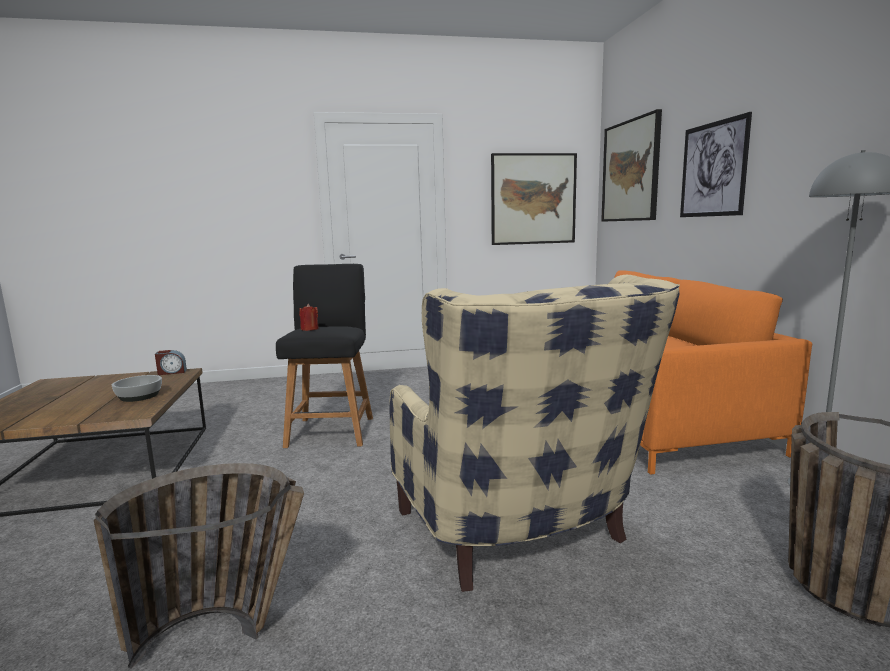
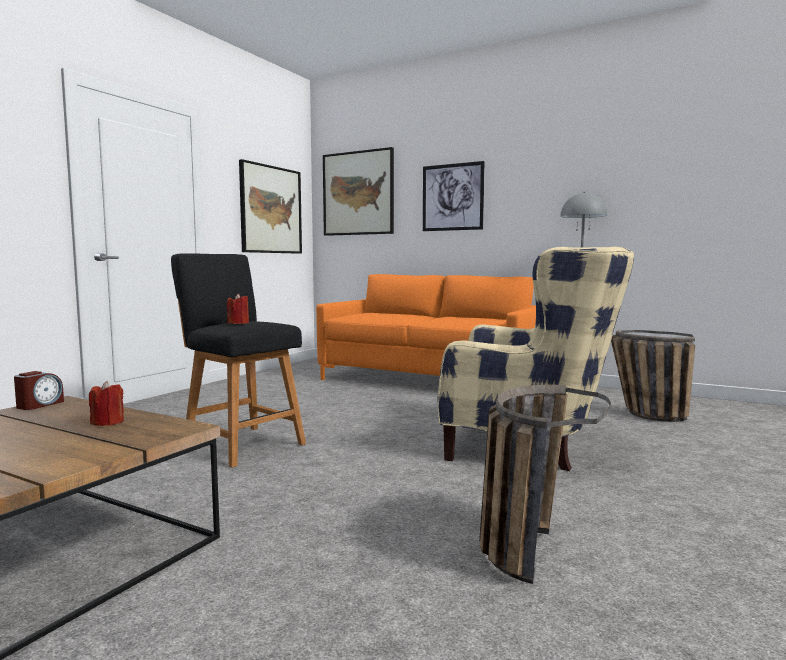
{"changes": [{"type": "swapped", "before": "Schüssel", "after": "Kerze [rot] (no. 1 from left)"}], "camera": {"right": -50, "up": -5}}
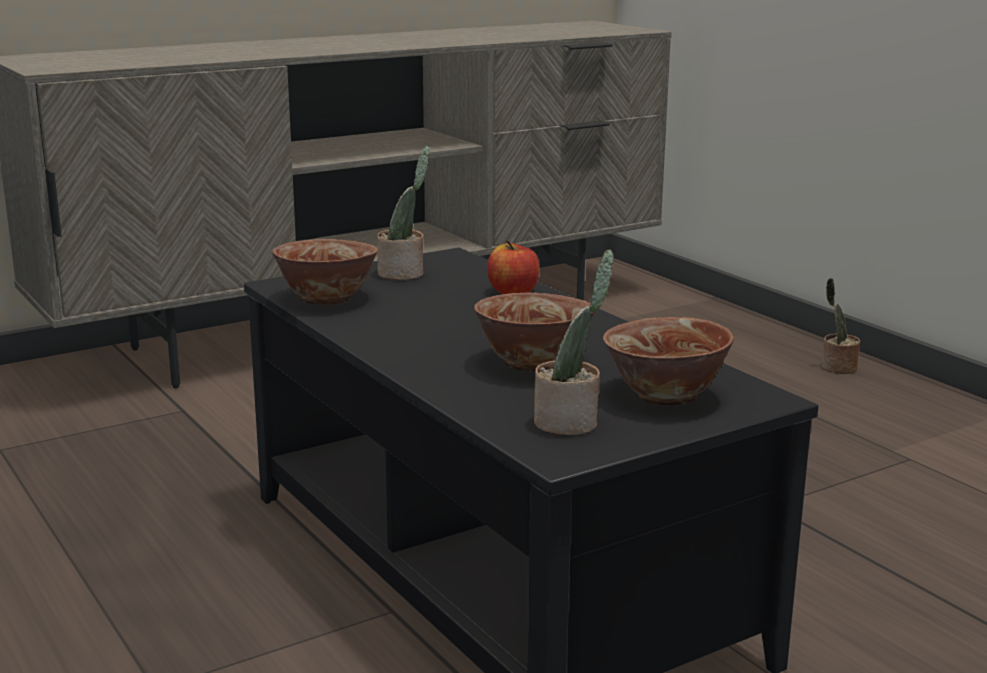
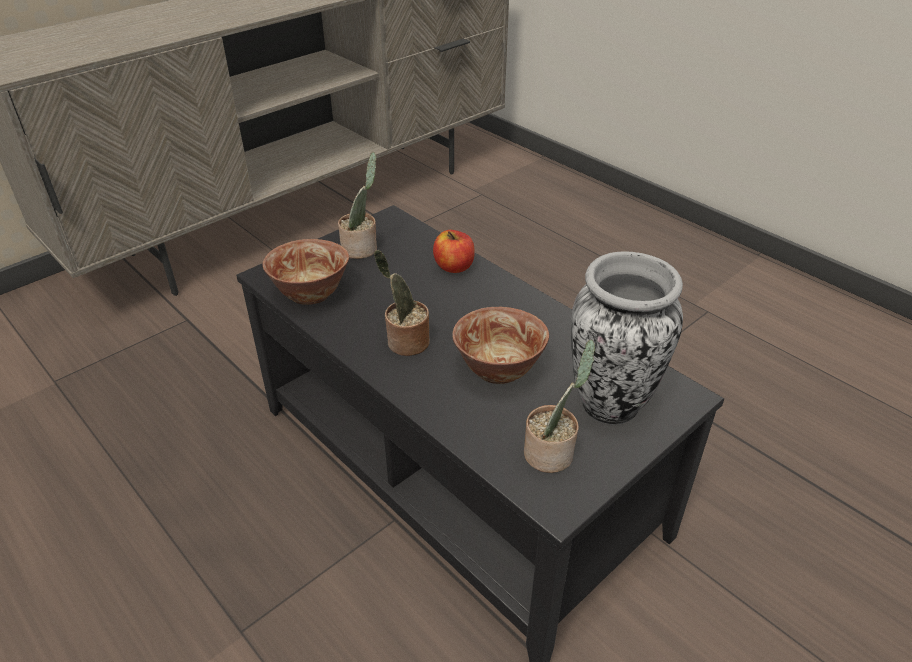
{"changes": [{"type": "shifted", "before": "Topfpflanze (no. 3 from left in the first image)", "after": "Topfpflanze (no. 2 from left)"}, {"type": "swapped", "before": "Schüssel (no. 3 from left)", "after": "Vase"}], "camera": {"right": -10, "up": 20}}
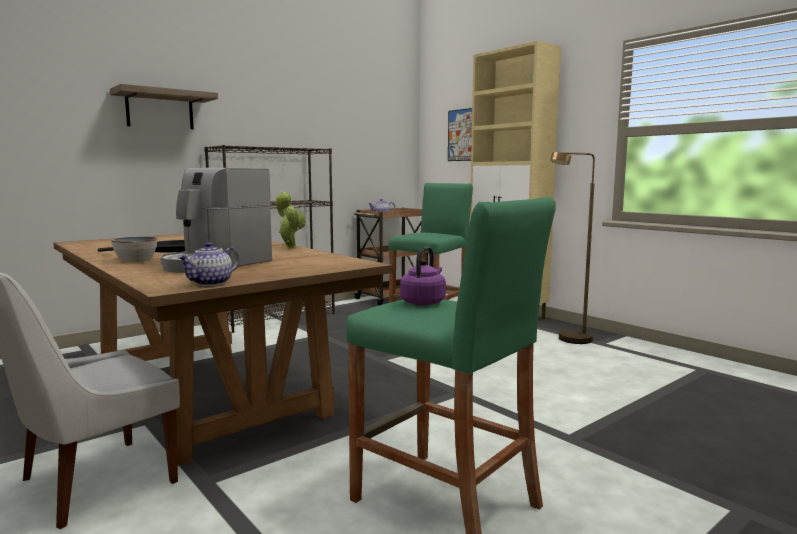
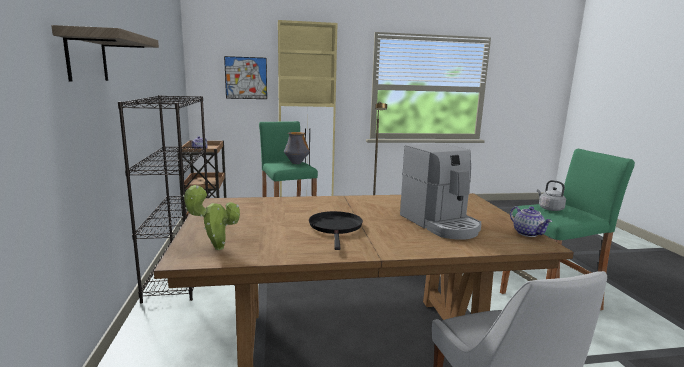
{"changes": [{"type": "gone", "before": "Schüssel"}, {"type": "new", "after": "Vase"}, {"type": "shifted", "before": "Topfpflanze"}, {"type": "repainted", "before": "Wasserkessel [lila]", "after": "Wasserkessel [grau]"}], "camera": {"right": -60, "up": 5}}
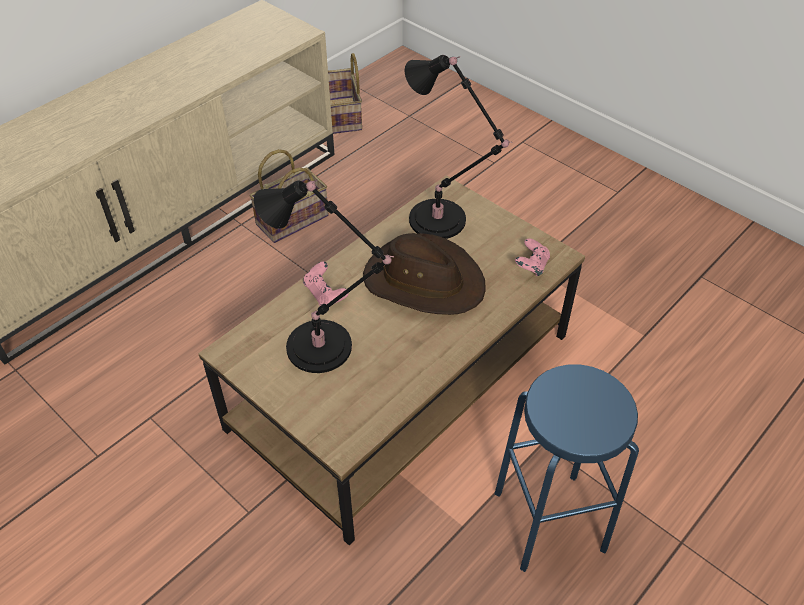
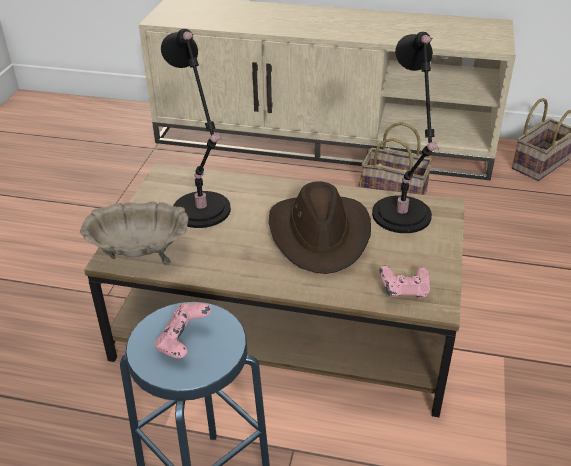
{"changes": [{"type": "new", "after": "Schüssel [beige]"}, {"type": "shifted", "before": "Gamepad [rosa] (no. 1 from left)"}], "camera": {"right": 60, "up": -10}}
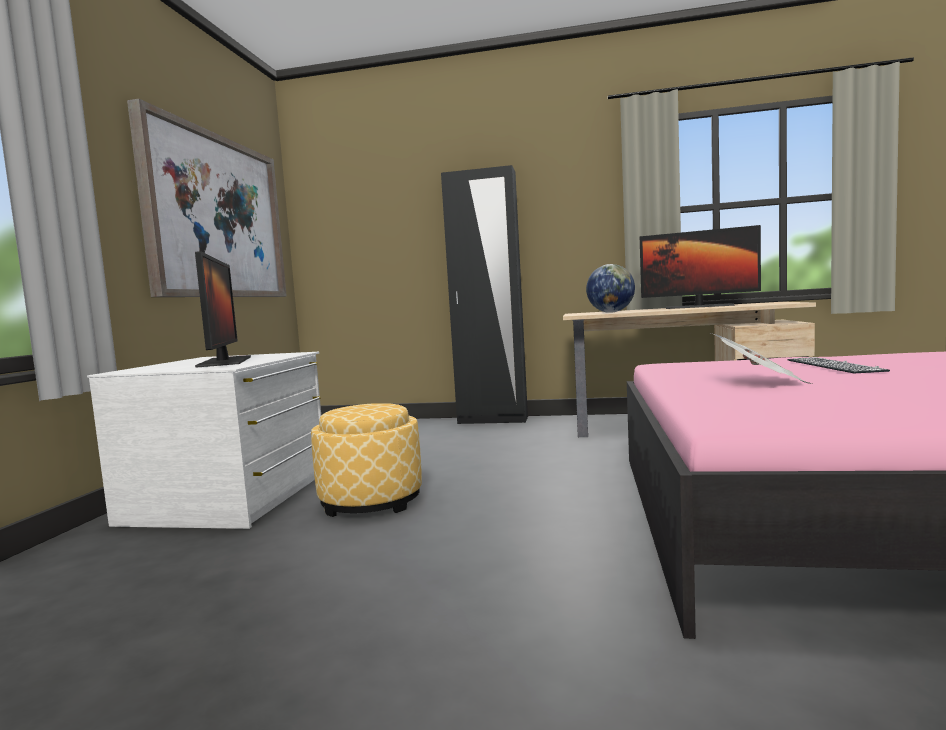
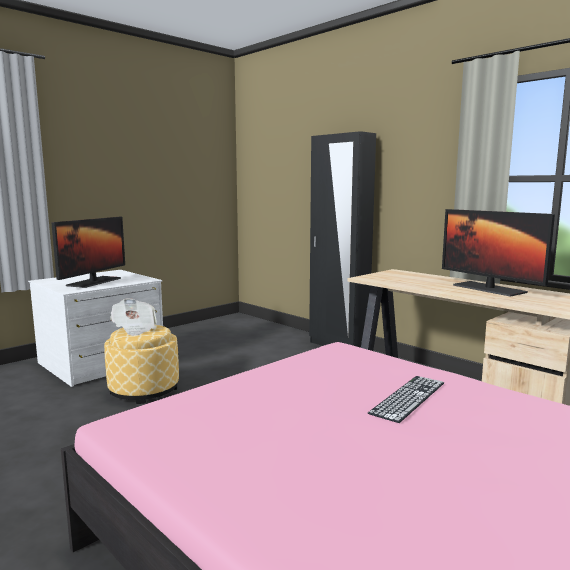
{"changes": [{"type": "gone", "before": "Bild"}, {"type": "gone", "before": "Globus"}, {"type": "shifted", "before": "Zeitung"}], "camera": {"right": 35, "up": 5}}
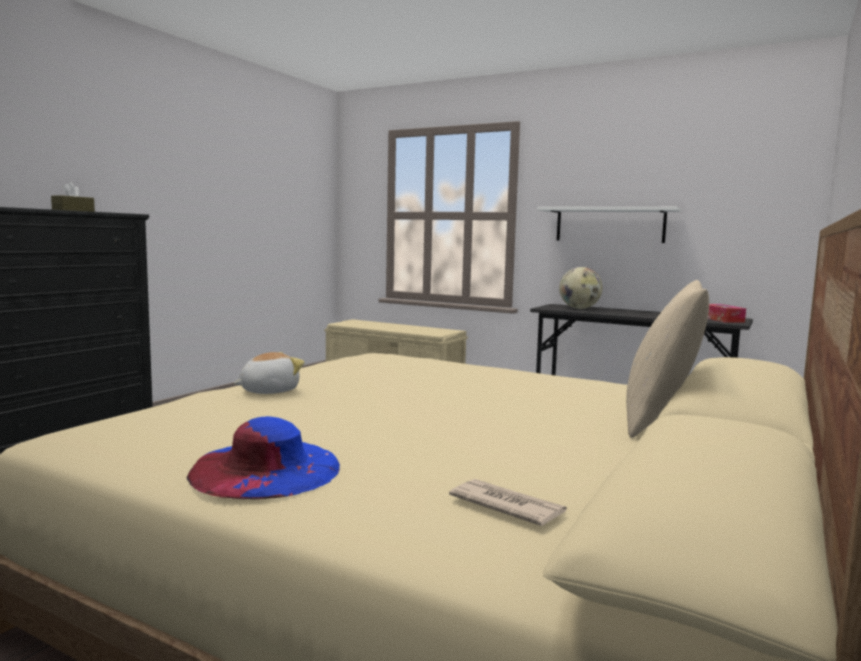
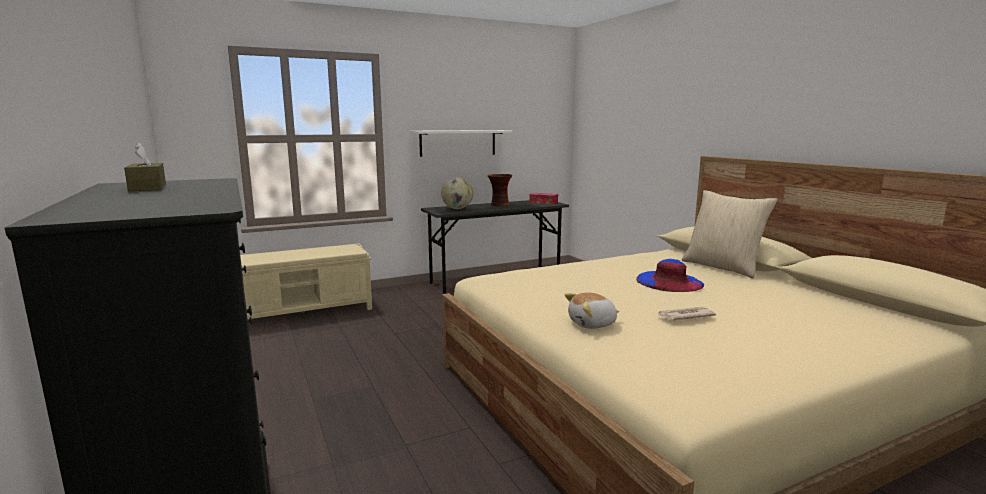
{"changes": [{"type": "new", "after": "Vase"}, {"type": "shifted", "before": "Hut [blau]"}, {"type": "shifted", "before": "Zeitung"}, {"type": "rotated", "before": "Plüschtier", "turn": -105}], "camera": {"right": -55, "up": 5}}
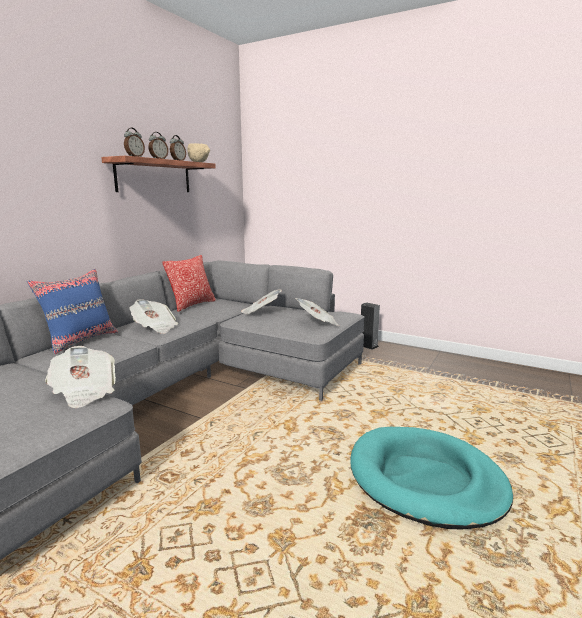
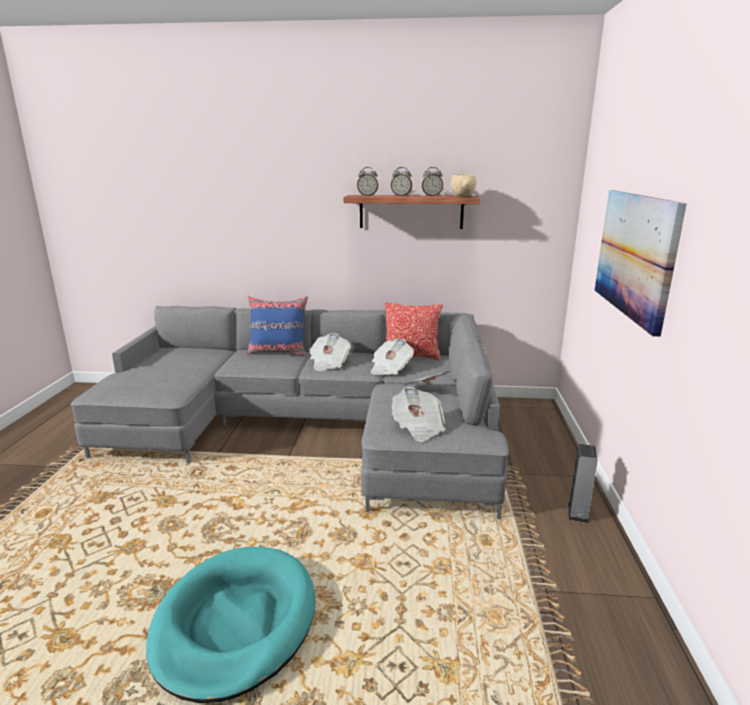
{"changes": [{"type": "new", "after": "Bild"}, {"type": "shifted", "before": "Zeitung (no. 1 from left in the first image)", "after": "Zeitung (no. 2 from left)"}], "camera": {"right": 65, "up": 5}}
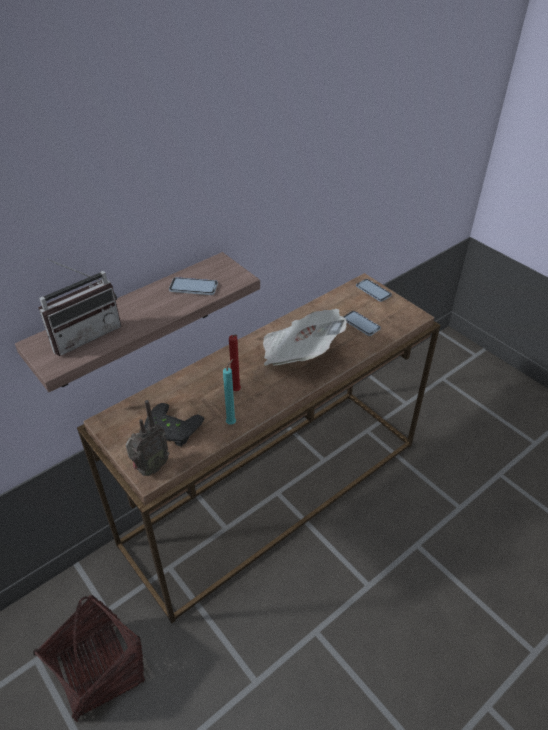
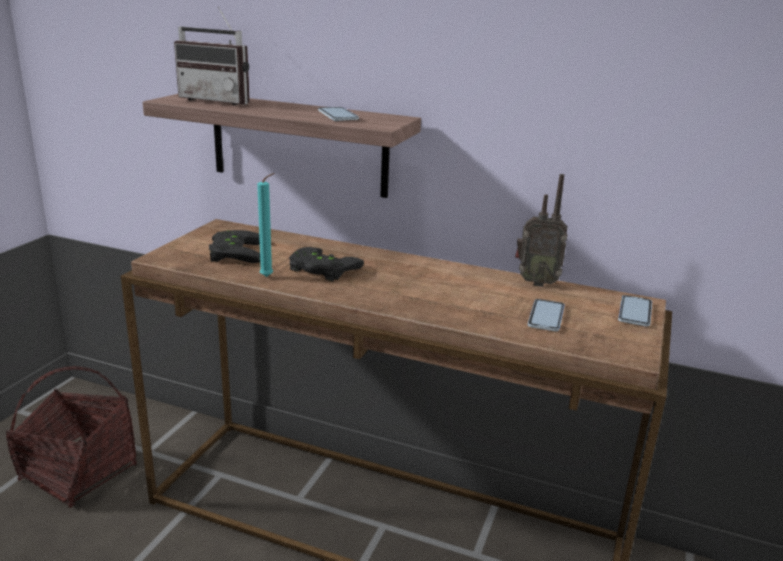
{"changes": [{"type": "gone", "before": "Zeitung"}, {"type": "shifted", "before": "Radio (no. 2 from left)"}, {"type": "swapped", "before": "Kerze [rot]", "after": "Gamepad [schwarz] (no. 2 from left)"}], "camera": {"right": 60, "up": -20}}
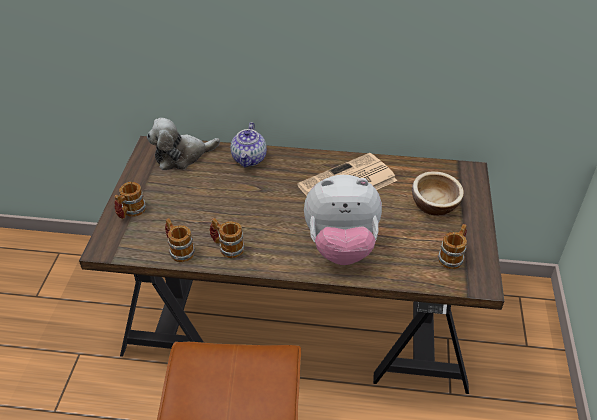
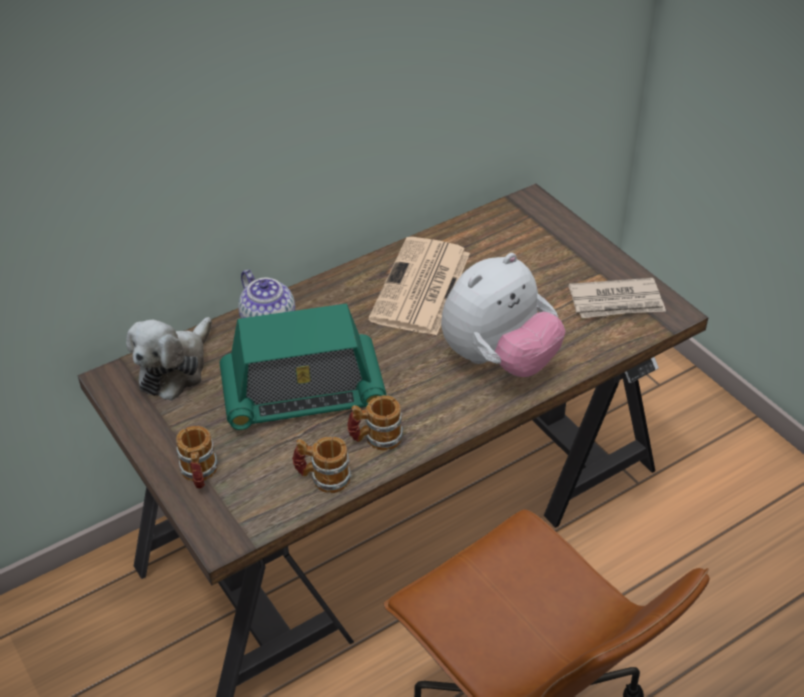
{"changes": [{"type": "gone", "before": "Schüssel"}, {"type": "new", "after": "Radio"}, {"type": "swapped", "before": "Henkelbecher (no. 4 from left)", "after": "Zeitung (no. 2 from left)"}], "camera": {"right": -40, "up": 0}}
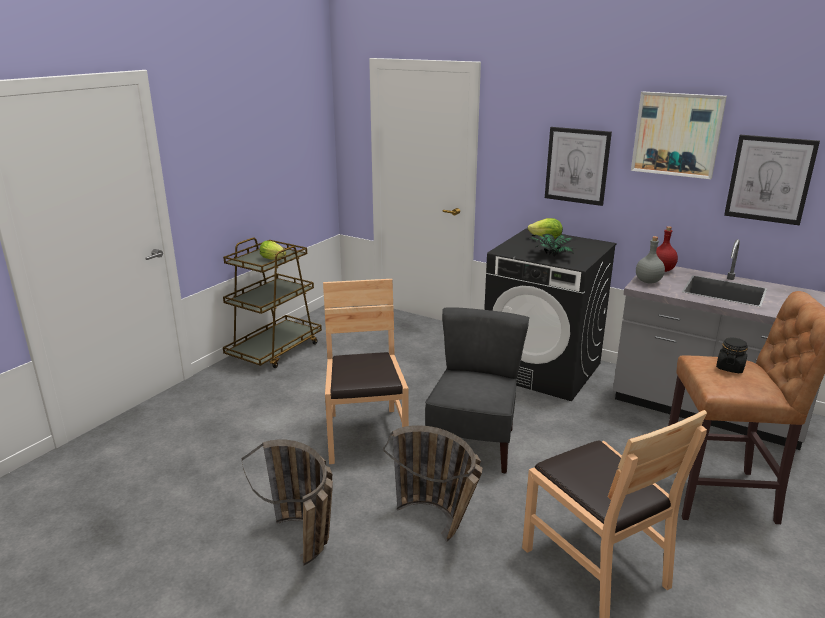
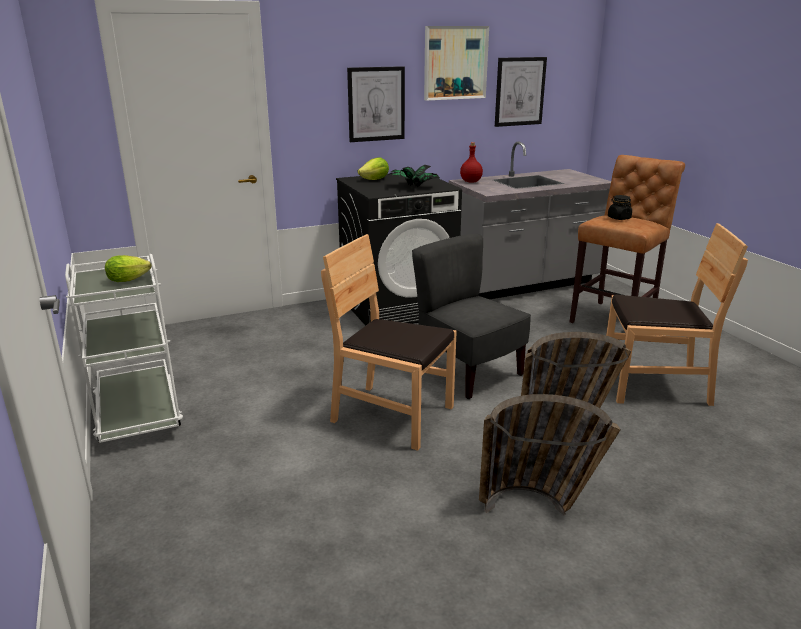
{"changes": [{"type": "gone", "before": "Flasche [grau]"}, {"type": "repainted", "before": "Rollwagen [braun]", "after": "Rollwagen [weiß]"}], "camera": {"right": -55, "up": 0}}
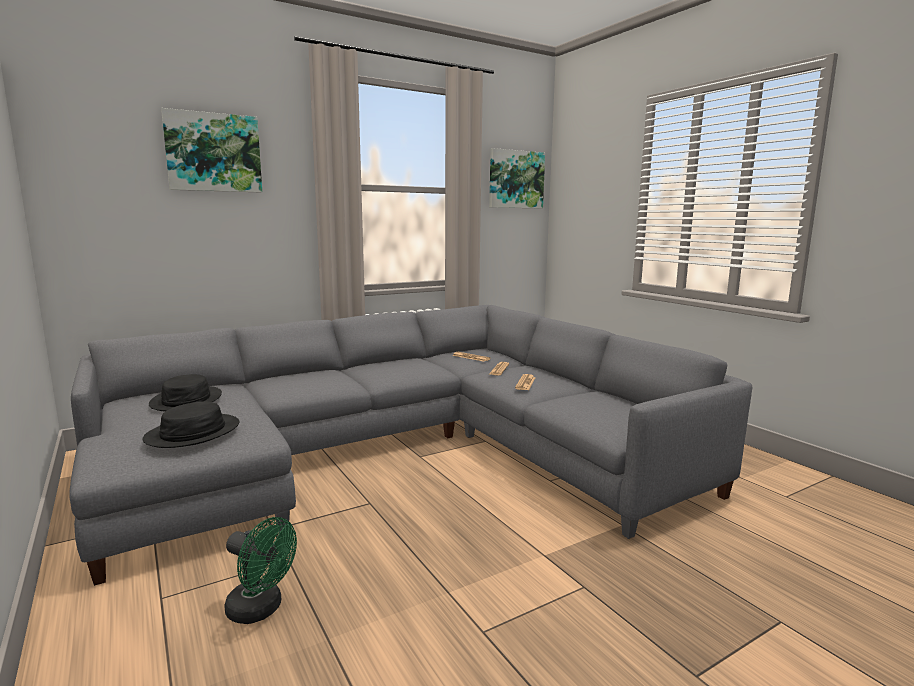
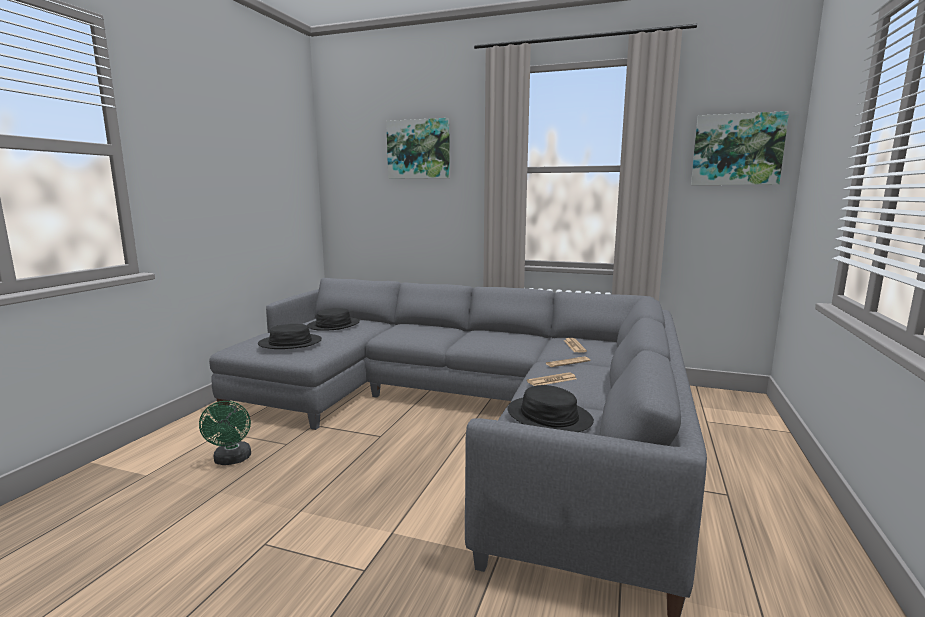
{"changes": [{"type": "new", "after": "Hut [schwarz] (no. 3 from left)"}], "camera": {"right": 50, "up": 0}}
